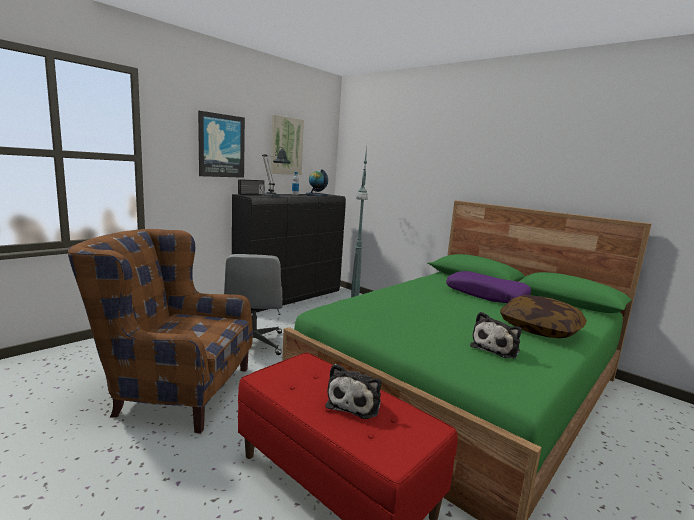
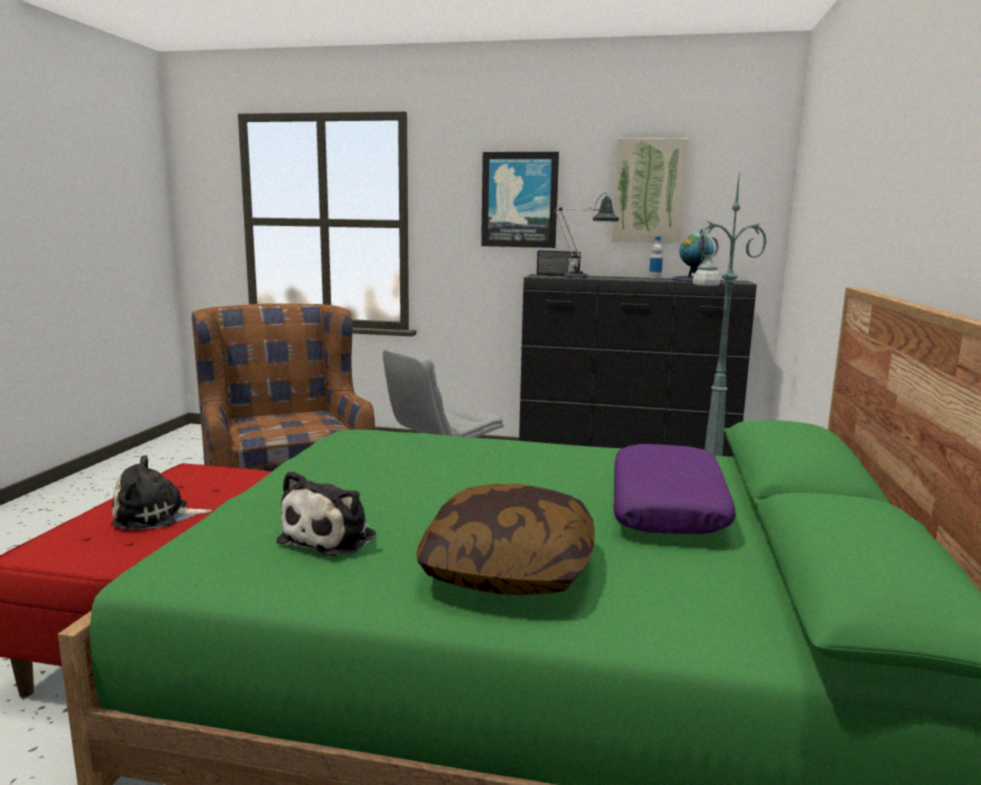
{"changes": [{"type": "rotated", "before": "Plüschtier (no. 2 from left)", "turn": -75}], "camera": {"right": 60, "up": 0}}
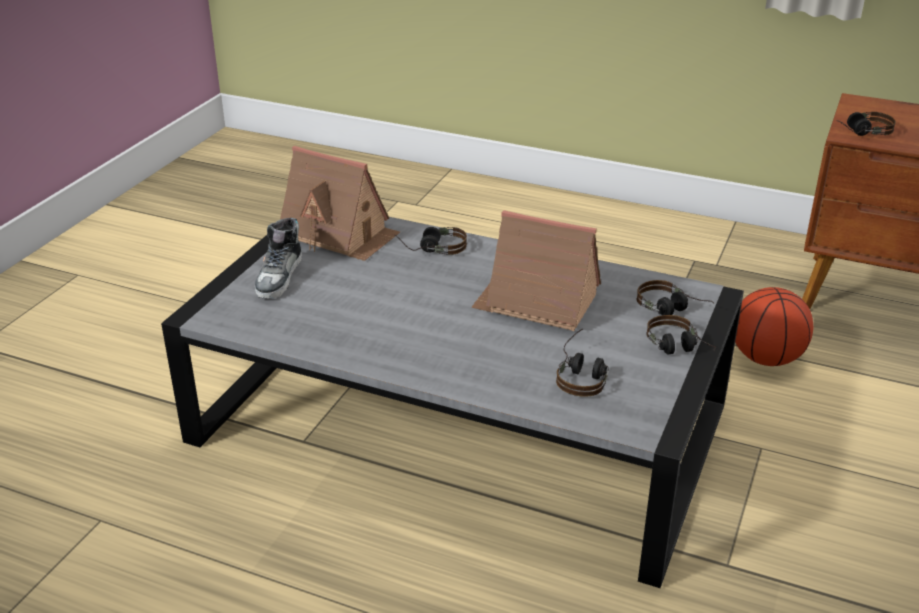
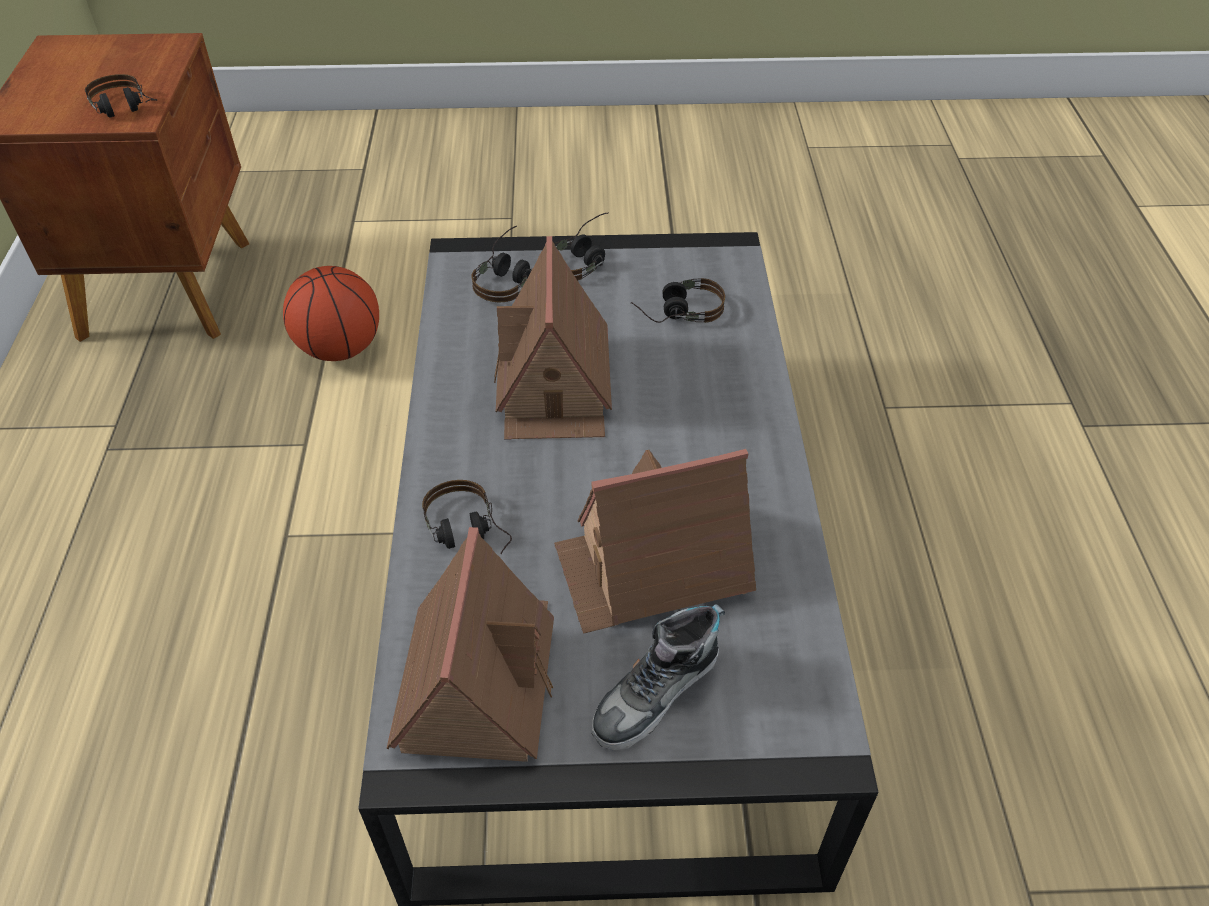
{"changes": [{"type": "new", "after": "Spielzeughaus (no. 3 from left)"}, {"type": "rotated", "before": "Schuh", "turn": 150}], "camera": {"right": -115, "up": 15}}
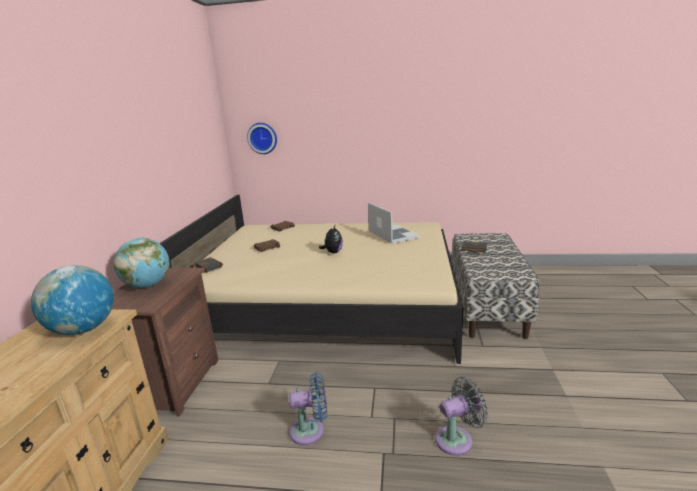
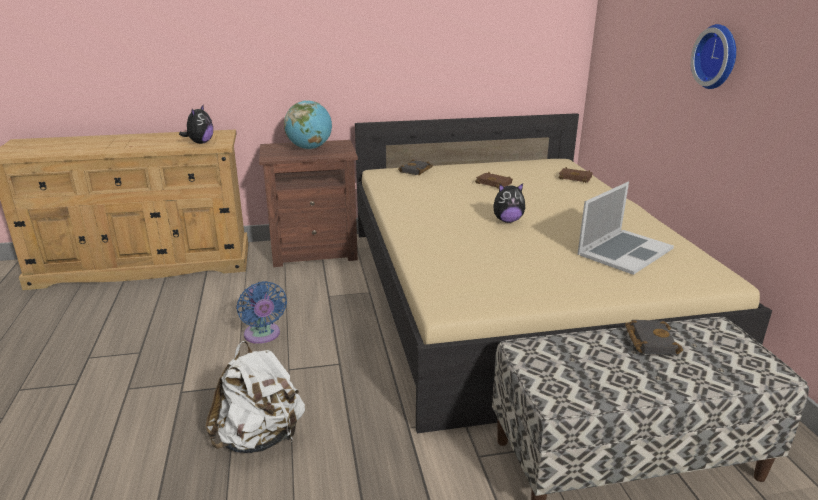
{"changes": [{"type": "shifted", "before": "Wanduhr"}, {"type": "swapped", "before": "Globus (no. 1 from left)", "after": "Plüschtier (no. 1 from left)"}, {"type": "swapped", "before": "Ventilator [grau]", "after": "Rucksack [weiß]"}], "camera": {"right": 70, "up": 5}}
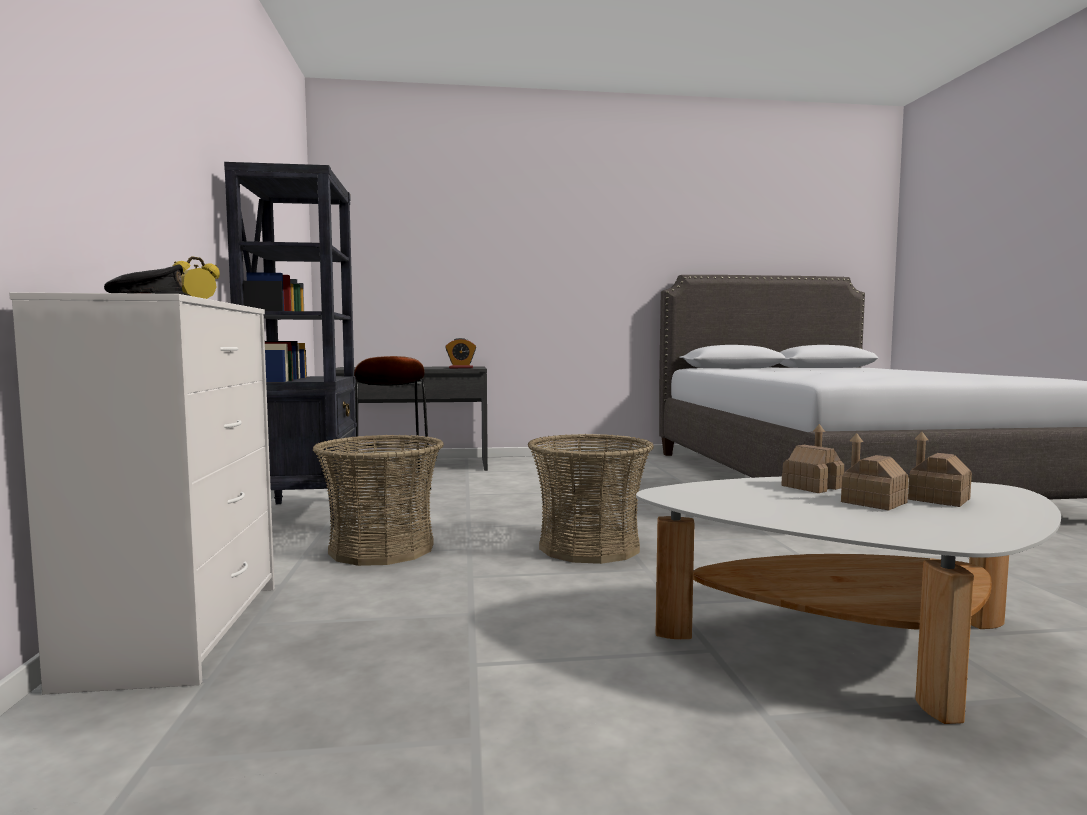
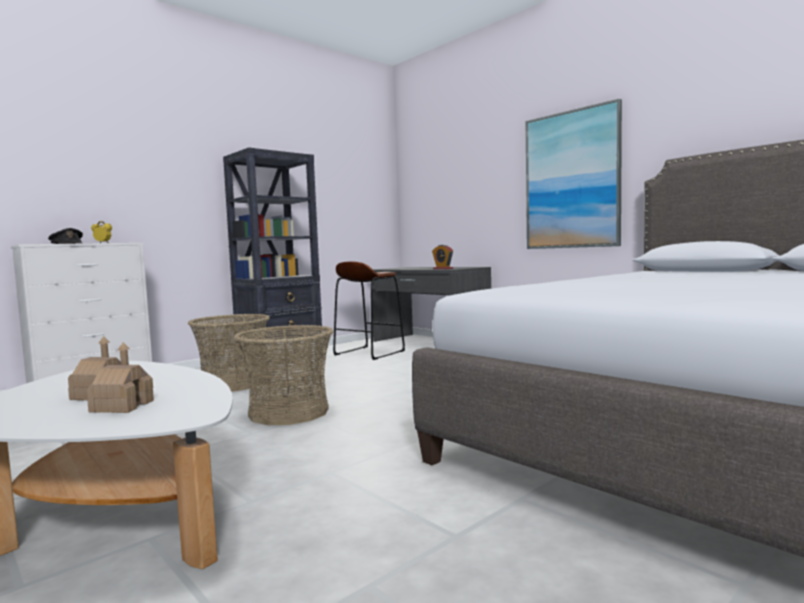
{"changes": [{"type": "gone", "before": "Spielzeughaus (no. 1 from left)"}, {"type": "new", "after": "Bild"}], "camera": {"right": 55, "up": 0}}
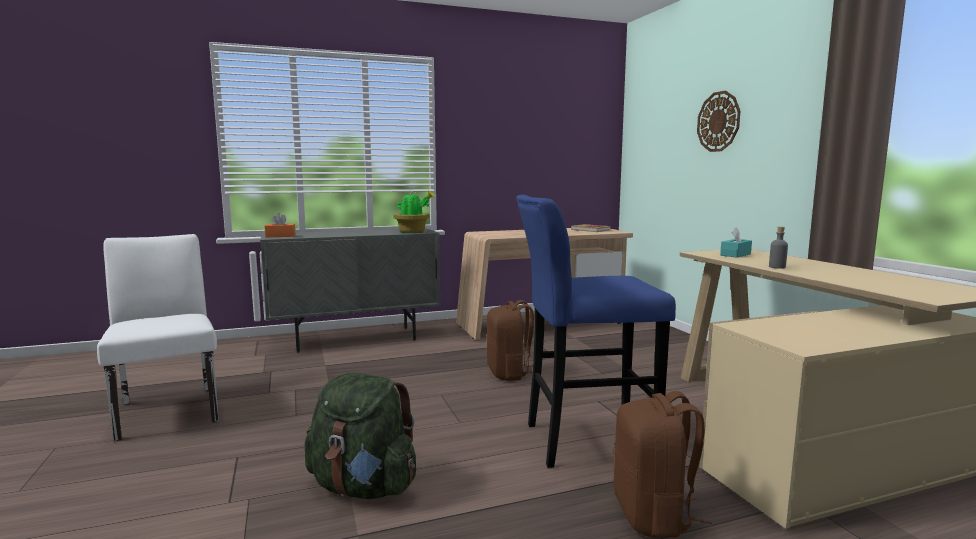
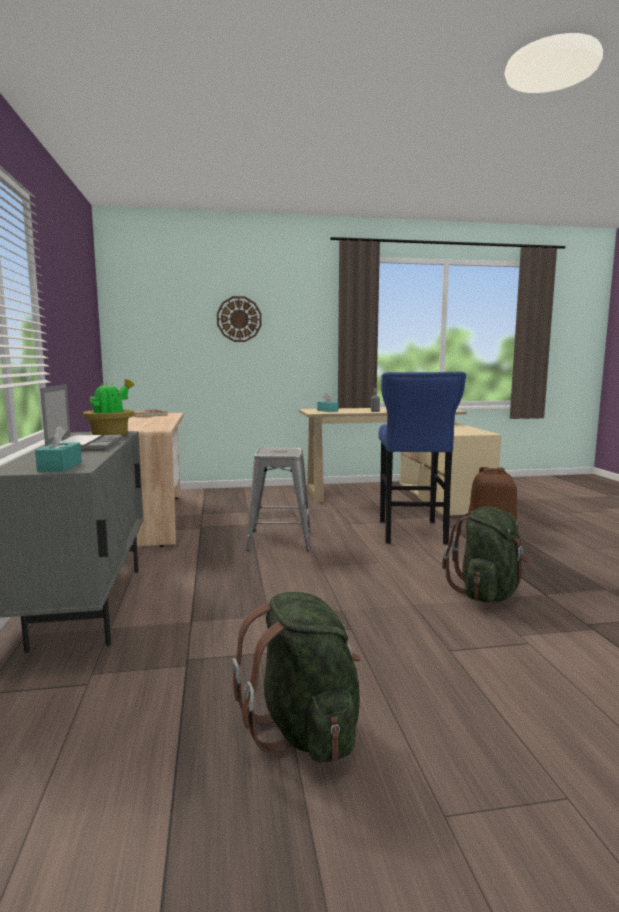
{"changes": [{"type": "new", "after": "Laptop"}, {"type": "swapped", "before": "Stuhl [weiß]", "after": "Rucksack [grün] (no. 1 from left)"}, {"type": "swapped", "before": "Rucksack [braun] (no. 1 from left)", "after": "Hocker [grau]"}, {"type": "repainted", "before": "Taschentuchbox [orange]", "after": "Taschentuchbox [türkis] (no. 1 from left)"}], "camera": {"right": -80, "up": 0}}
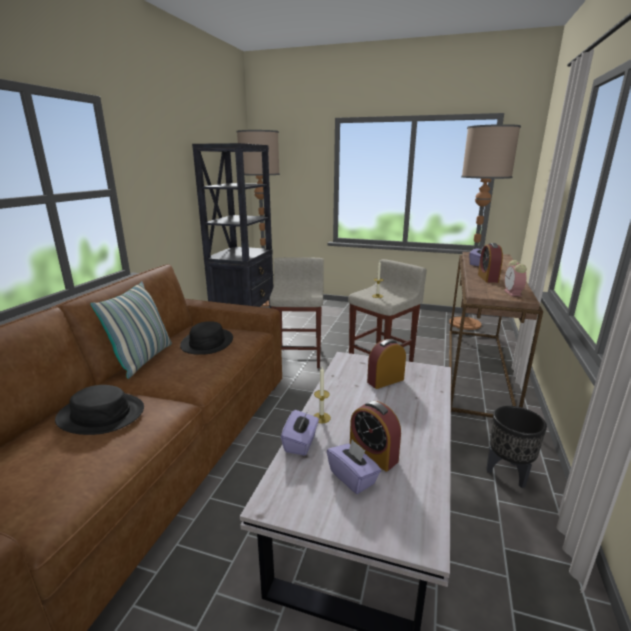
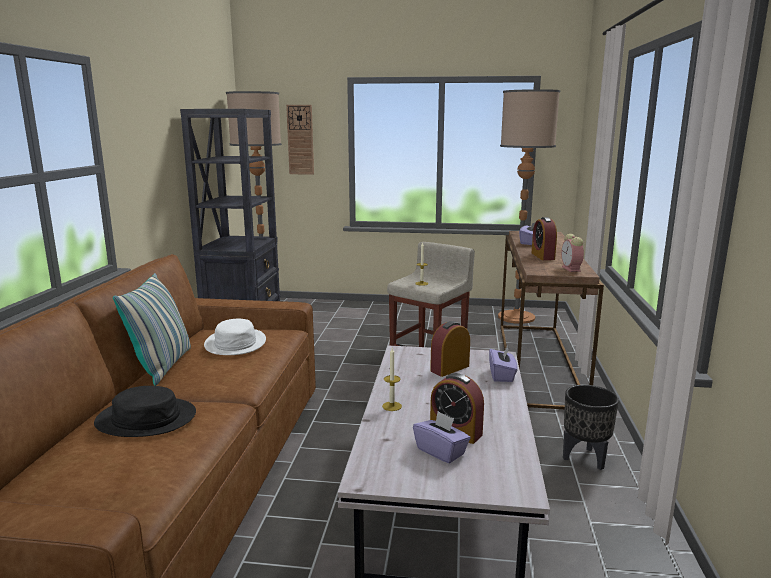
{"changes": [{"type": "gone", "before": "Hocker [beige] (no. 1 from left)"}, {"type": "new", "after": "Wanduhr"}, {"type": "shifted", "before": "Taschentuchbox [lila] (no. 1 from left in the first image)", "after": "Taschentuchbox [lila] (no. 2 from left)"}, {"type": "repainted", "before": "Hut [schwarz] (no. 2 from left)", "after": "Hut [weiß]"}], "camera": {"right": -10, "up": -5}}
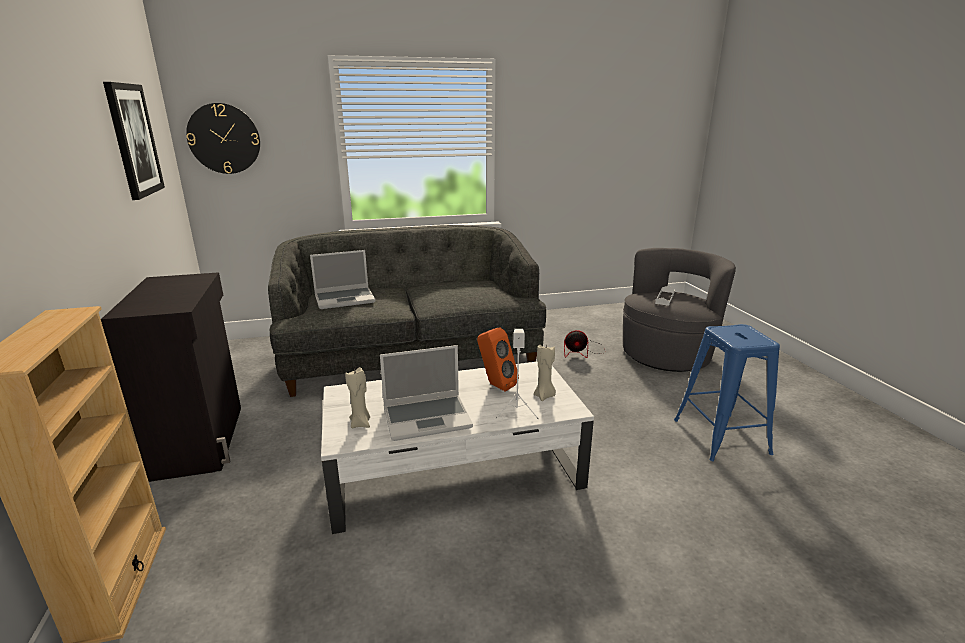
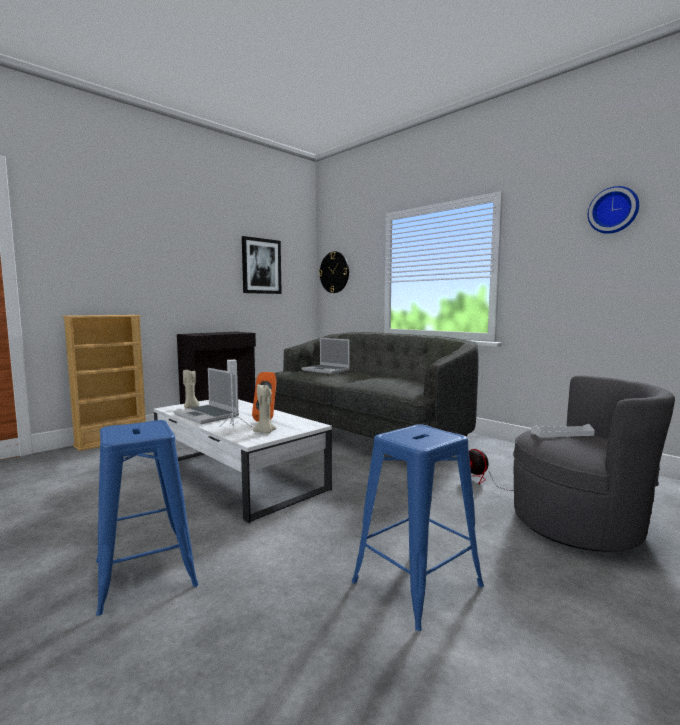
{"changes": [{"type": "new", "after": "Hocker [blau] (no. 1 from left)"}, {"type": "new", "after": "Wanduhr (no. 2 from left)"}], "camera": {"right": 60, "up": -15}}
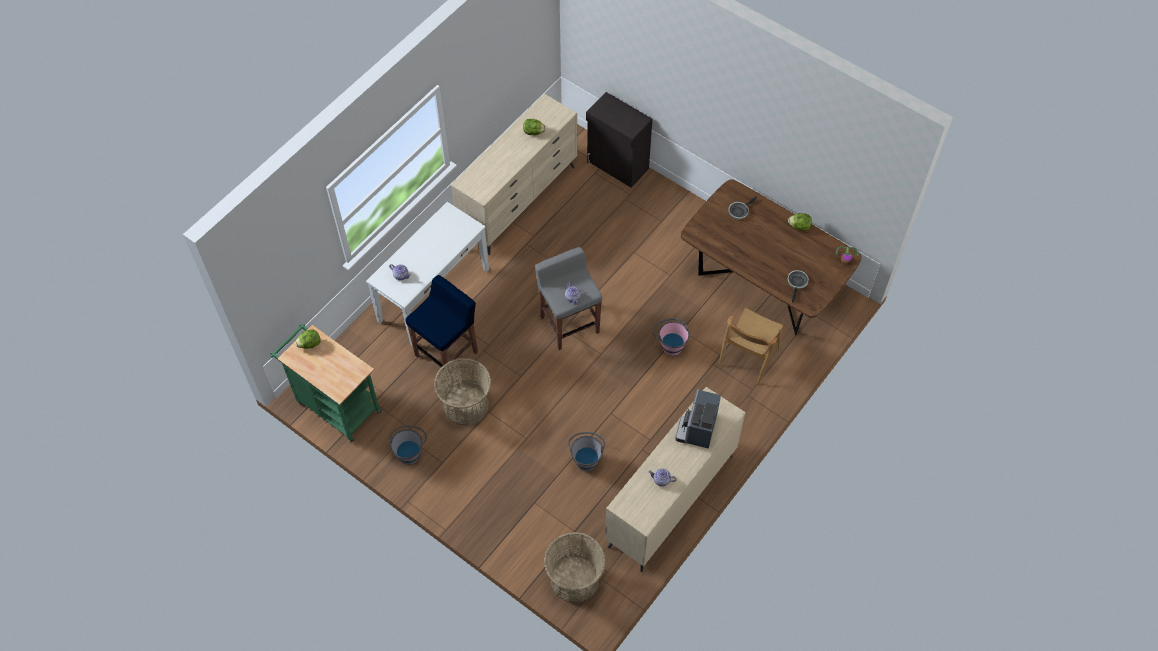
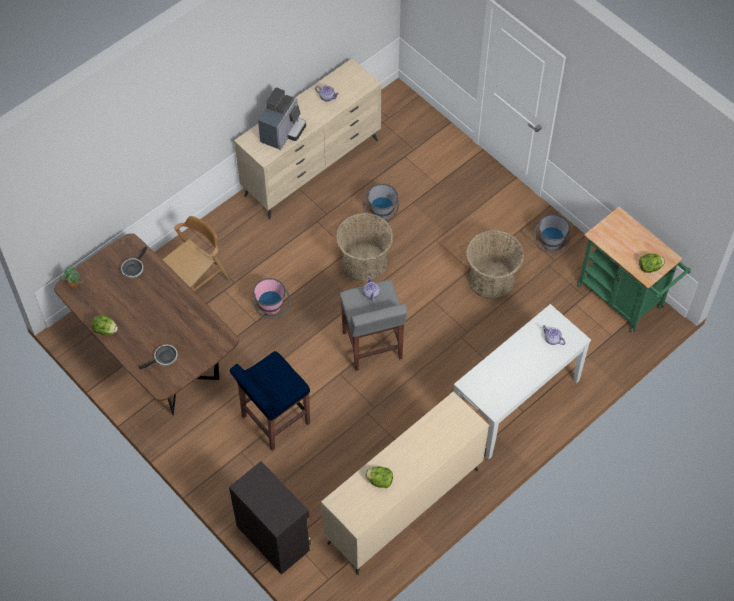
{"changes": [{"type": "shifted", "before": "Hocker [blau]"}, {"type": "shifted", "before": "Korb (no. 2 from left in the first image)", "after": "Korb (no. 1 from left)"}], "camera": {"right": -170, "up": 0}}
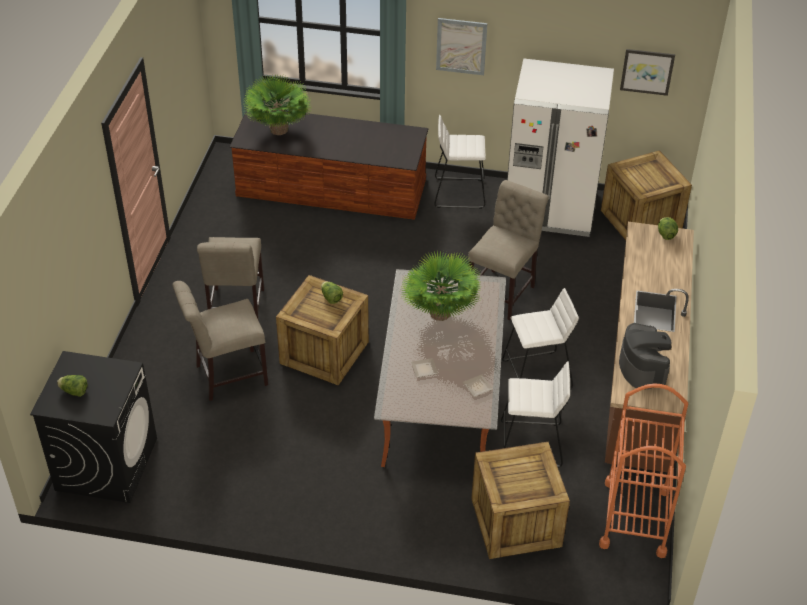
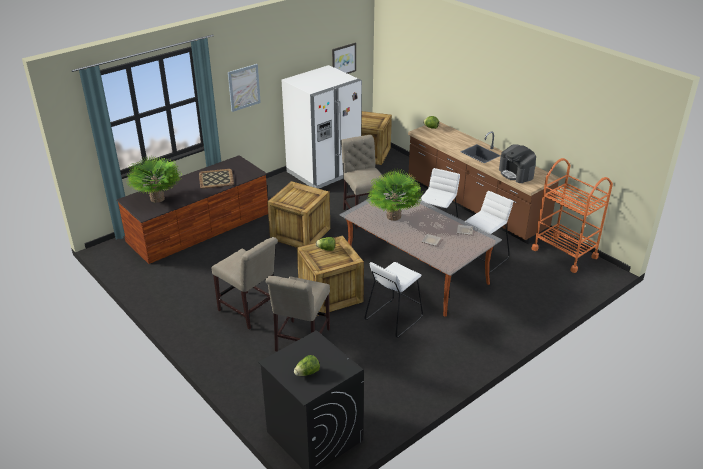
{"changes": [{"type": "new", "after": "Tablett"}, {"type": "shifted", "before": "Hocker [weiß] (no. 1 from left)"}, {"type": "shifted", "before": "Kiste (no. 2 from left in the first image)", "after": "Kiste (no. 1 from left)"}, {"type": "rotated", "before": "Kaffeemaschine", "turn": -150}], "camera": {"right": -50, "up": -10}}
